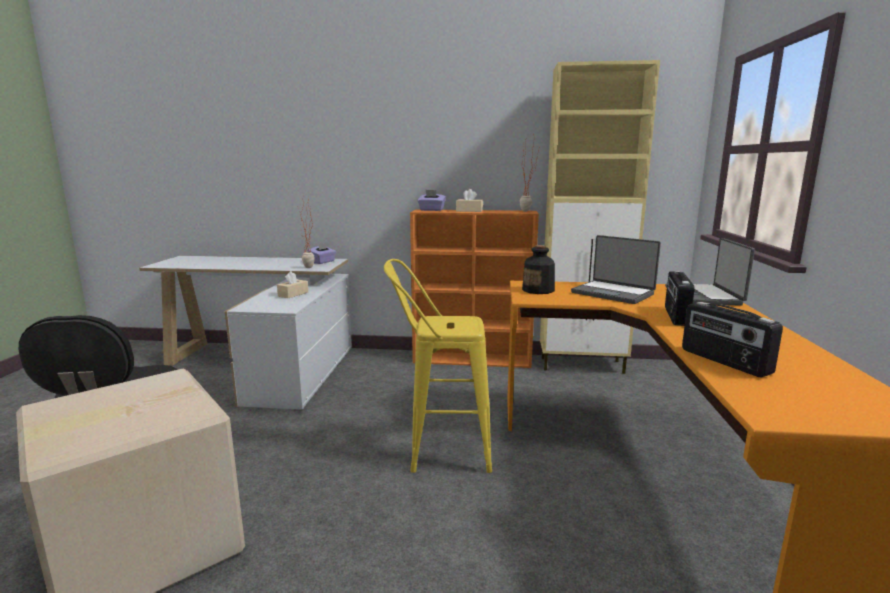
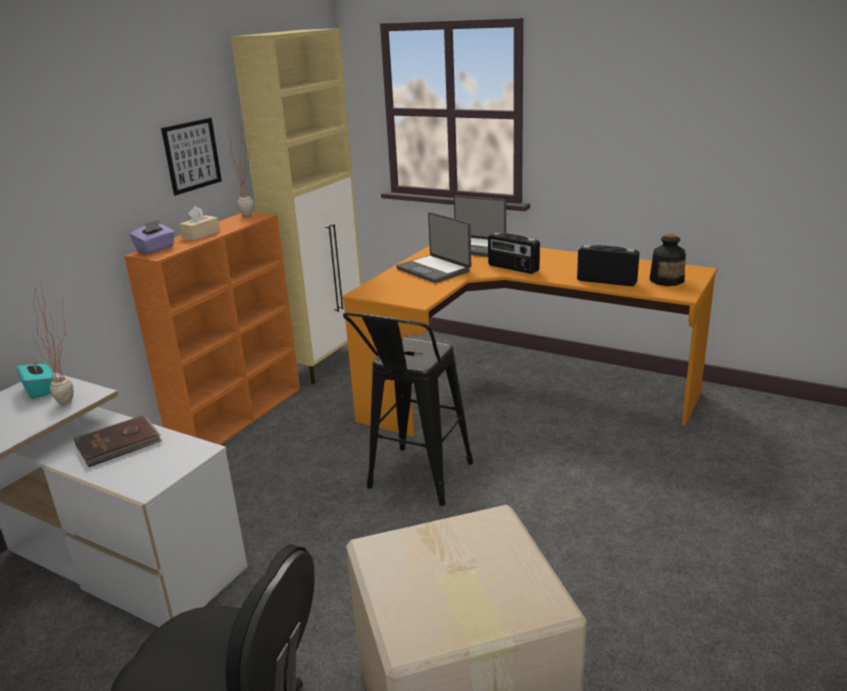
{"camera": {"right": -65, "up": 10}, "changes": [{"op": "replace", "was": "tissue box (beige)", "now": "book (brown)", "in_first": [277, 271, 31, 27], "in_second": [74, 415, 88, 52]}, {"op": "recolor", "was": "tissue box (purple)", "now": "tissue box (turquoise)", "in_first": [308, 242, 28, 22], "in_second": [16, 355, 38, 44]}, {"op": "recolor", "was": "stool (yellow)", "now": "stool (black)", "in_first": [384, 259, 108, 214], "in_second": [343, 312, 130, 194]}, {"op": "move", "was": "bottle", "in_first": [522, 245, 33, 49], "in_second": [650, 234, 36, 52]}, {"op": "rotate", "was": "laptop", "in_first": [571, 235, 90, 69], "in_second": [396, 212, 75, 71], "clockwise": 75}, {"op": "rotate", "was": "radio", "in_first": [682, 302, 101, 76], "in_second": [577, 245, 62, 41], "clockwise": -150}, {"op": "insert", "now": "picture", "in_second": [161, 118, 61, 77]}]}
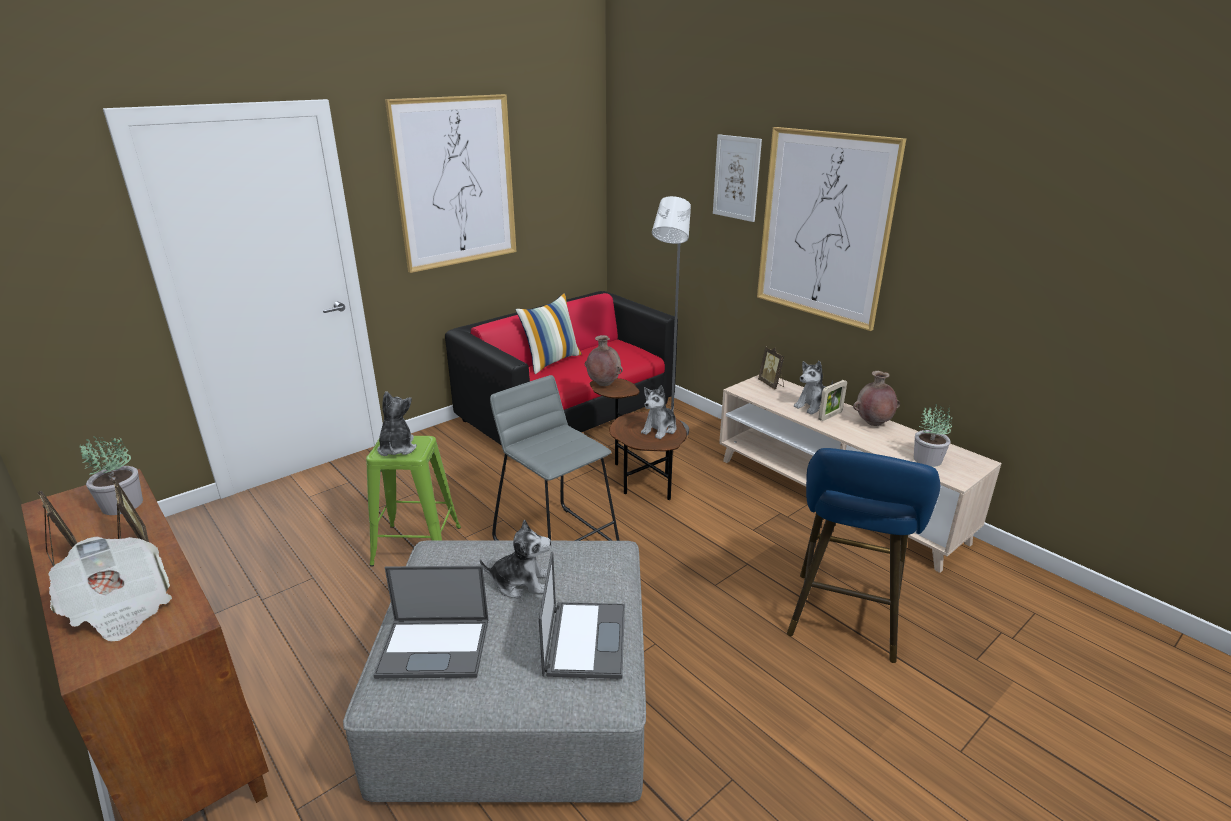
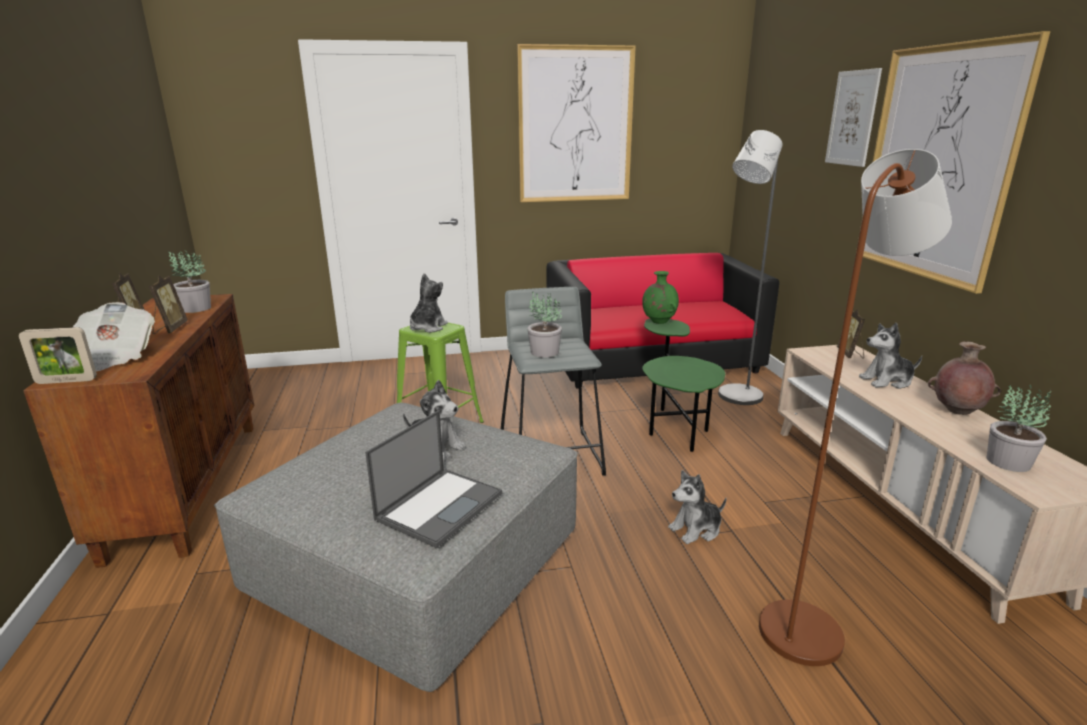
{"camera": {"right": 30, "up": -5}, "changes": [{"op": "delete", "was": "laptop", "in_first": [374, 566, 114, 113]}, {"op": "delete", "was": "pillow", "in_first": [516, 293, 66, 81]}, {"op": "recolor", "was": "vase (brown)", "now": "vase (green)", "in_first": [585, 335, 38, 51], "in_second": [642, 271, 37, 53]}, {"op": "recolor", "was": "side table (brown)", "now": "side table (green)", "in_first": [590, 378, 97, 122], "in_second": [642, 319, 83, 133]}, {"op": "move", "was": "plush toy", "in_first": [641, 386, 36, 53], "in_second": [668, 470, 59, 74]}, {"op": "replace", "was": "stool (blue)", "now": "floor lamp (brown)", "in_first": [787, 448, 153, 215], "in_second": [759, 149, 193, 517]}, {"op": "move", "was": "picture frame", "in_first": [818, 380, 29, 41], "in_second": [19, 327, 78, 57]}, {"op": "insert", "now": "potted plant", "in_second": [527, 292, 35, 66]}]}
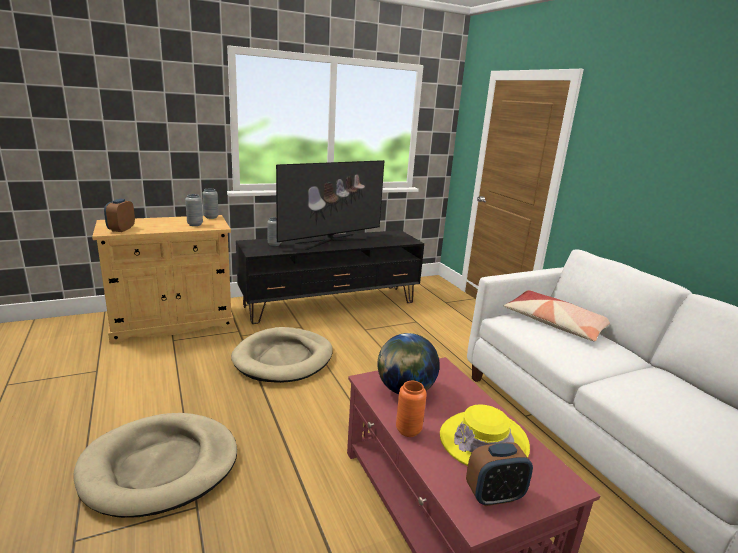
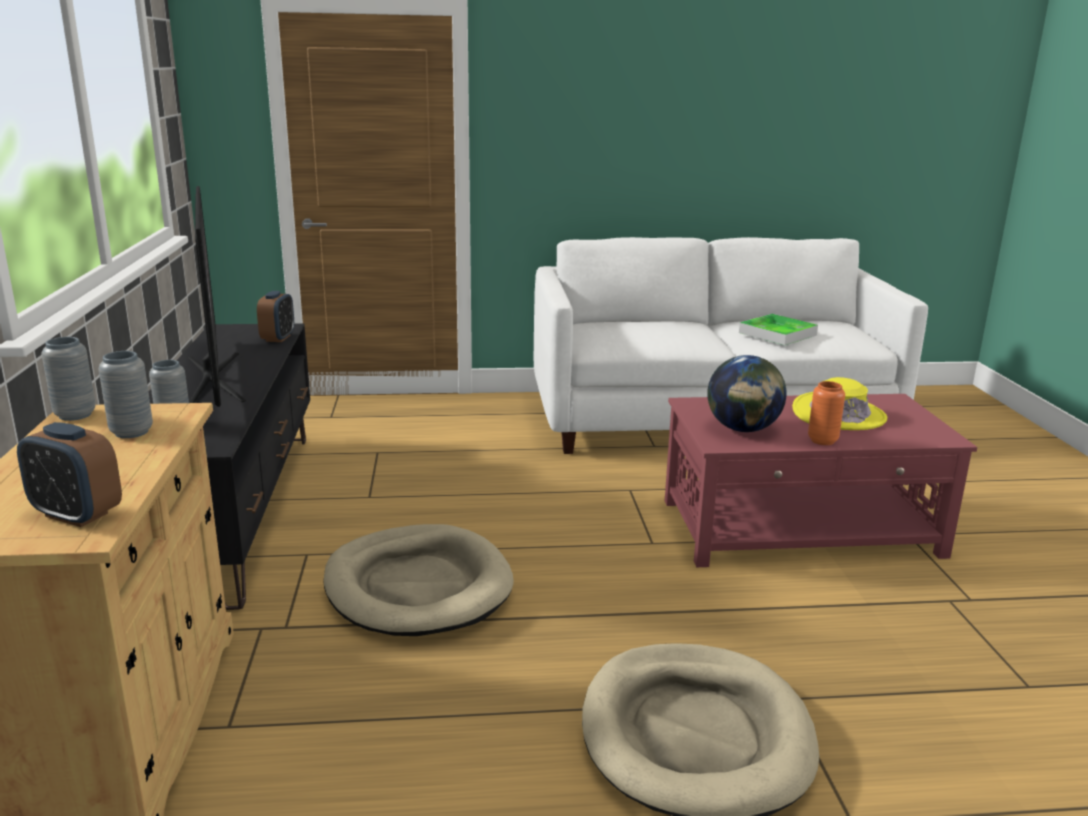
{"camera": {"right": -70, "up": 0}, "changes": [{"op": "move", "was": "alarm clock", "in_first": [466, 442, 67, 64], "in_second": [257, 291, 37, 51]}, {"op": "delete", "was": "pillow", "in_first": [504, 290, 106, 51]}, {"op": "insert", "now": "tray", "in_second": [739, 314, 79, 31]}]}
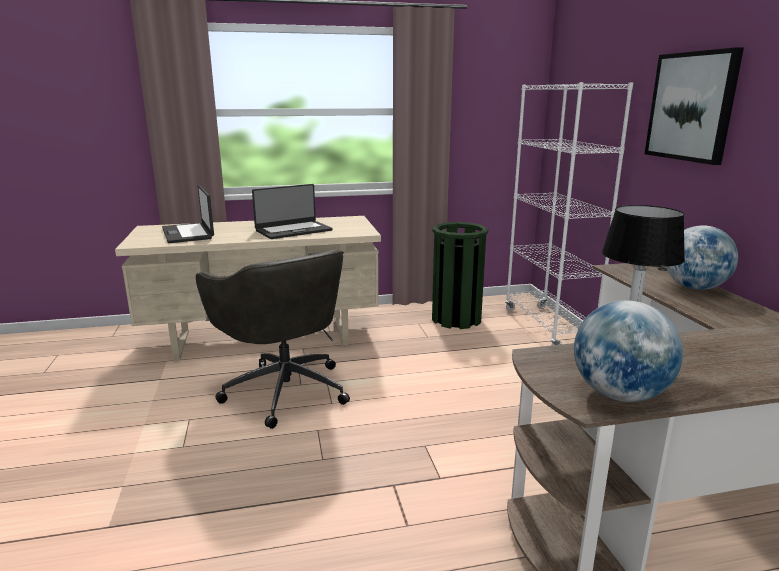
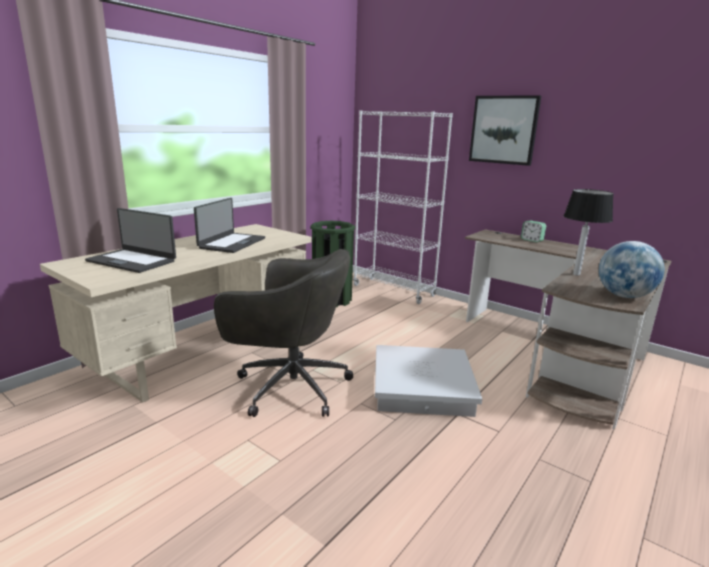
{"camera": {"right": -40, "up": 0}, "changes": [{"op": "replace", "was": "globe", "now": "alarm clock", "in_first": [666, 225, 72, 65], "in_second": [521, 221, 25, 21]}, {"op": "insert", "now": "storage box (white)", "in_second": [375, 345, 107, 72]}]}
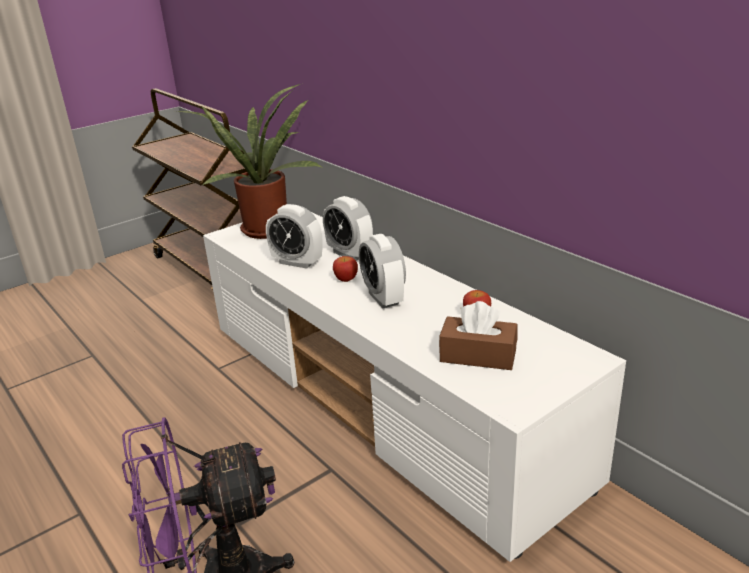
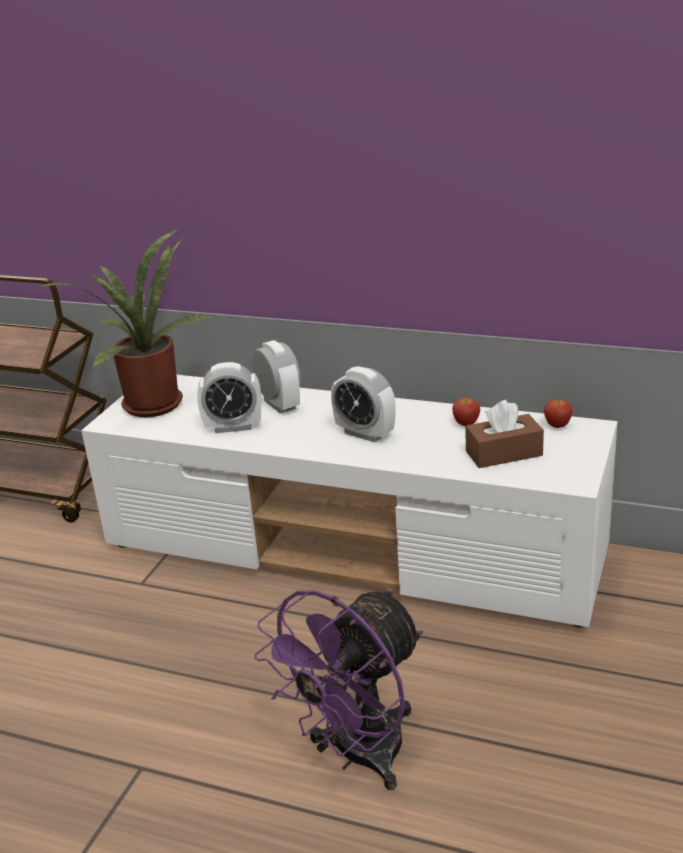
{"camera": {"right": -30, "up": 0}, "changes": [{"op": "rotate", "was": "alarm clock", "in_first": [323, 196, 50, 65], "in_second": [252, 340, 49, 73], "clockwise": -135}, {"op": "move", "was": "apple", "in_first": [333, 256, 25, 26], "in_second": [544, 399, 29, 29]}]}
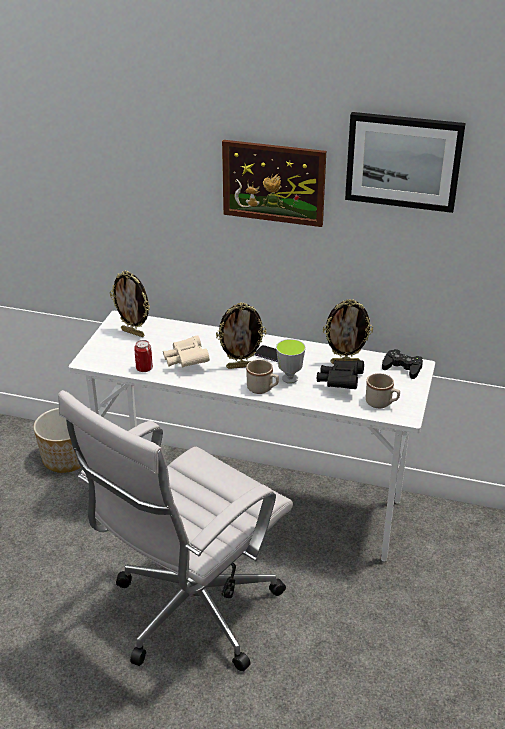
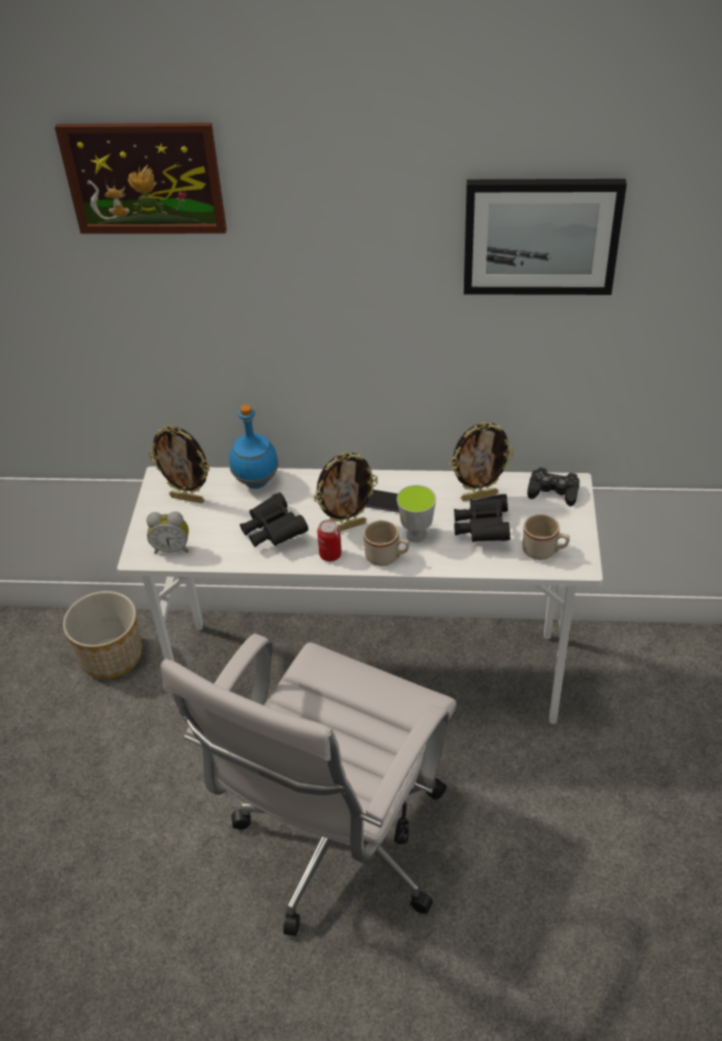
{"camera": {"right": -10, "up": 10}, "changes": [{"op": "move", "was": "can", "in_first": [134, 340, 19, 32], "in_second": [317, 520, 25, 41]}, {"op": "recolor", "was": "binoculars (beige)", "now": "binoculars (black)", "in_first": [163, 335, 47, 32], "in_second": [240, 492, 68, 55]}, {"op": "move", "was": "picture", "in_first": [222, 140, 104, 87], "in_second": [55, 123, 172, 111]}, {"op": "insert", "now": "alarm clock", "in_second": [146, 511, 43, 43]}, {"op": "insert", "now": "bottle (blue)", "in_second": [229, 404, 50, 85]}]}
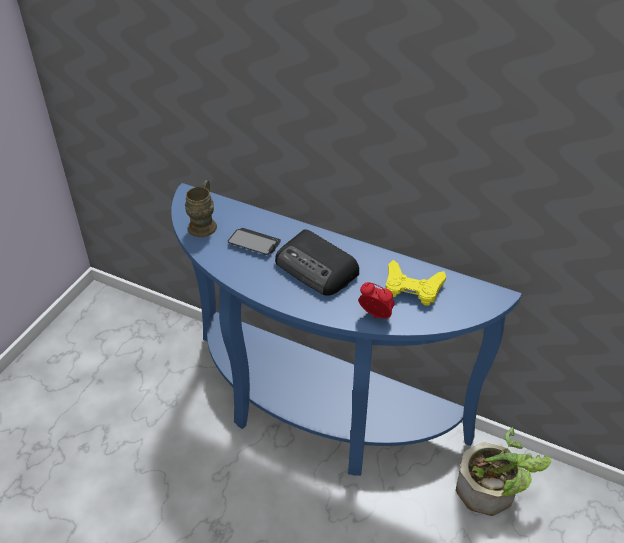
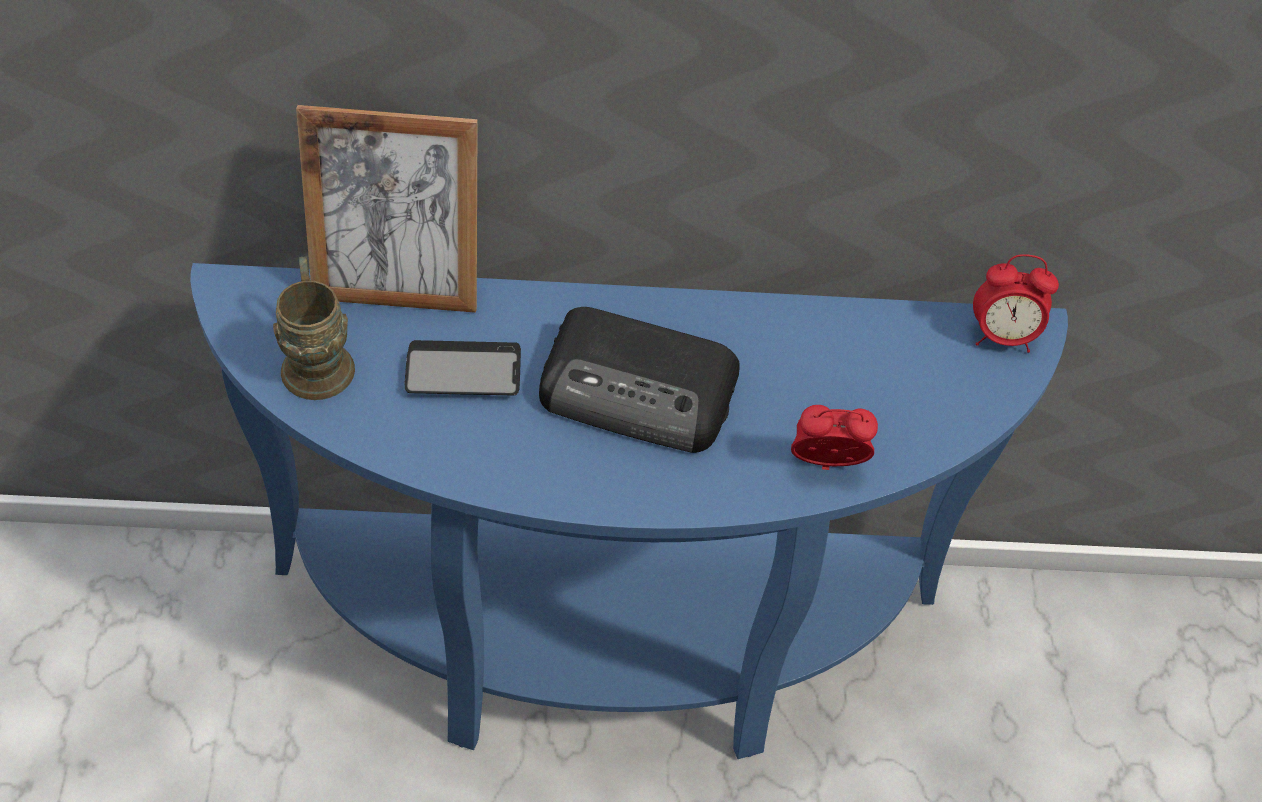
{"camera": {"right": -30, "up": 10}, "changes": [{"op": "delete", "was": "game controller (yellow)", "in_first": [385, 260, 61, 46]}, {"op": "delete", "was": "potted plant", "in_first": [456, 427, 95, 89]}, {"op": "insert", "now": "picture frame", "in_second": [296, 105, 182, 208]}, {"op": "insert", "now": "alarm clock", "in_second": [973, 254, 86, 99]}]}
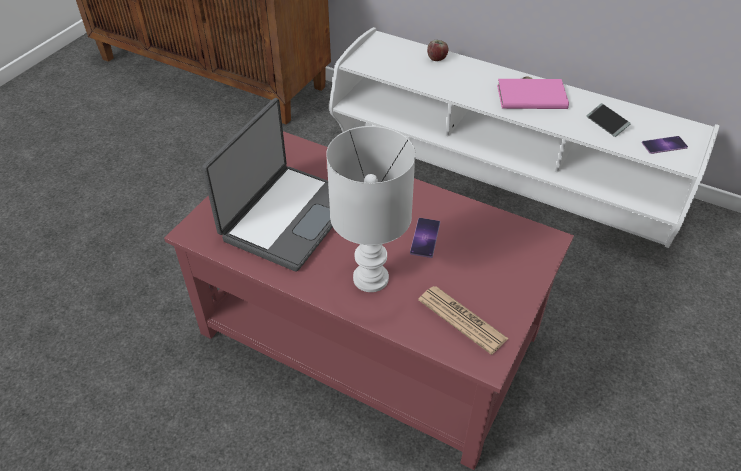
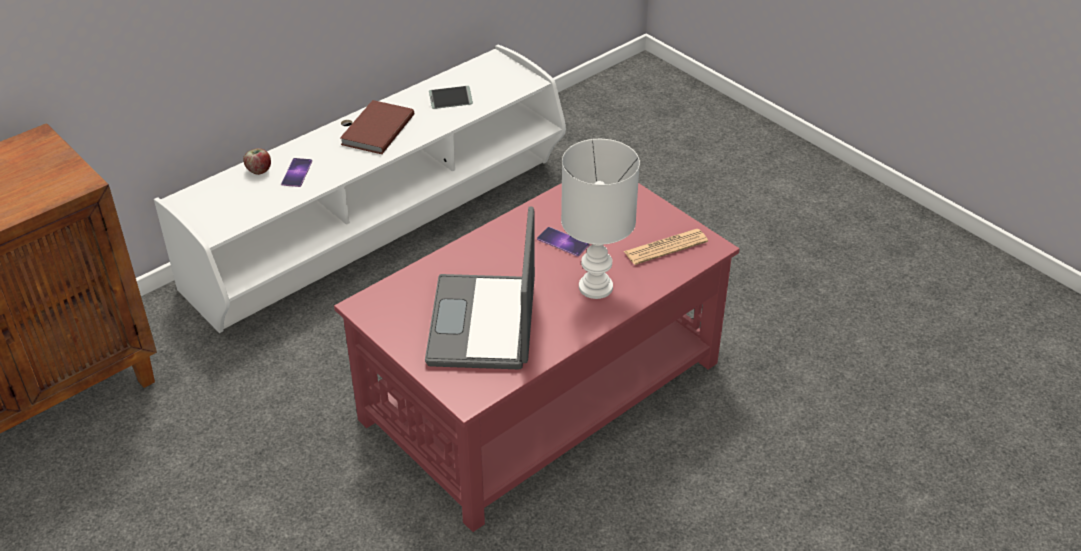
{"camera": {"right": -70, "up": -5}, "changes": [{"op": "rotate", "was": "laptop", "in_first": [202, 98, 131, 174], "in_second": [425, 207, 110, 162], "clockwise": -135}, {"op": "recolor", "was": "book (pink)", "now": "book (brown)", "in_first": [497, 79, 72, 30], "in_second": [340, 100, 74, 54]}, {"op": "move", "was": "phone", "in_first": [642, 136, 46, 18], "in_second": [281, 158, 31, 29]}]}
